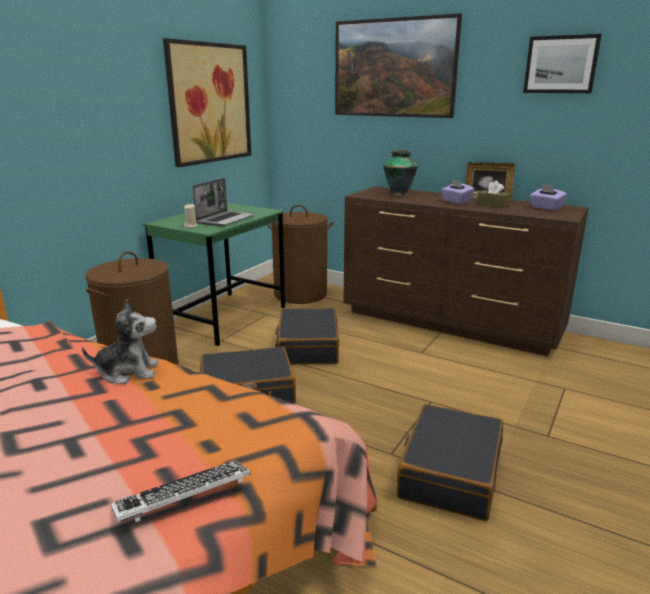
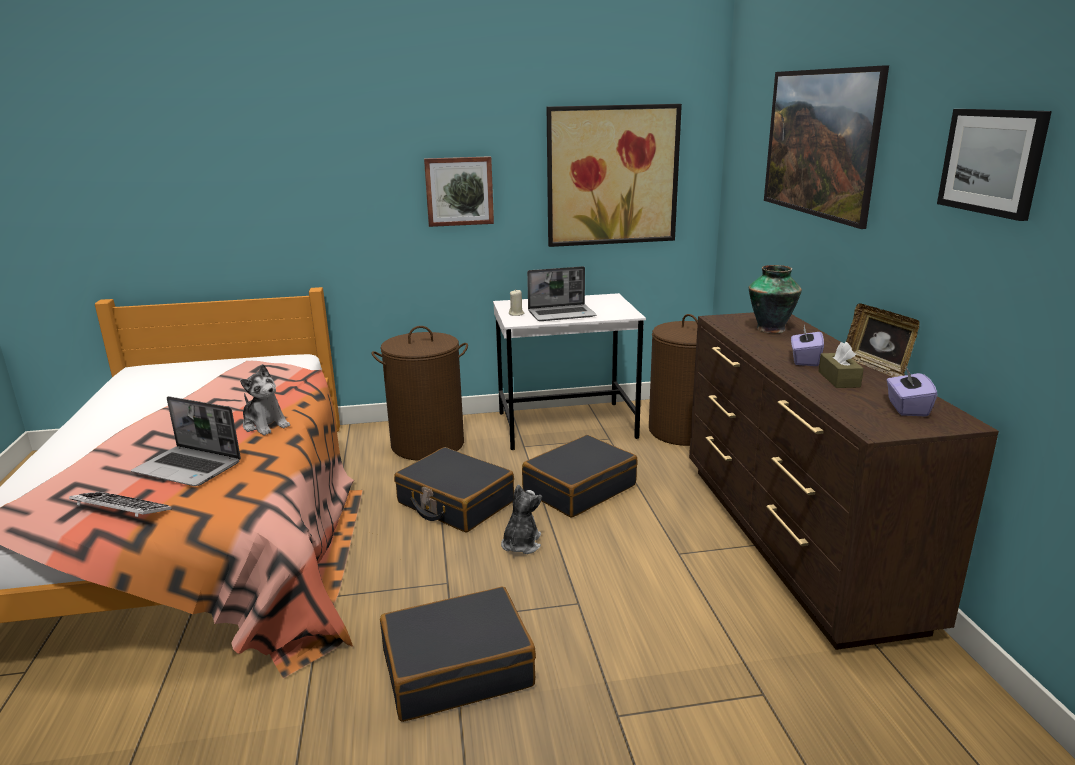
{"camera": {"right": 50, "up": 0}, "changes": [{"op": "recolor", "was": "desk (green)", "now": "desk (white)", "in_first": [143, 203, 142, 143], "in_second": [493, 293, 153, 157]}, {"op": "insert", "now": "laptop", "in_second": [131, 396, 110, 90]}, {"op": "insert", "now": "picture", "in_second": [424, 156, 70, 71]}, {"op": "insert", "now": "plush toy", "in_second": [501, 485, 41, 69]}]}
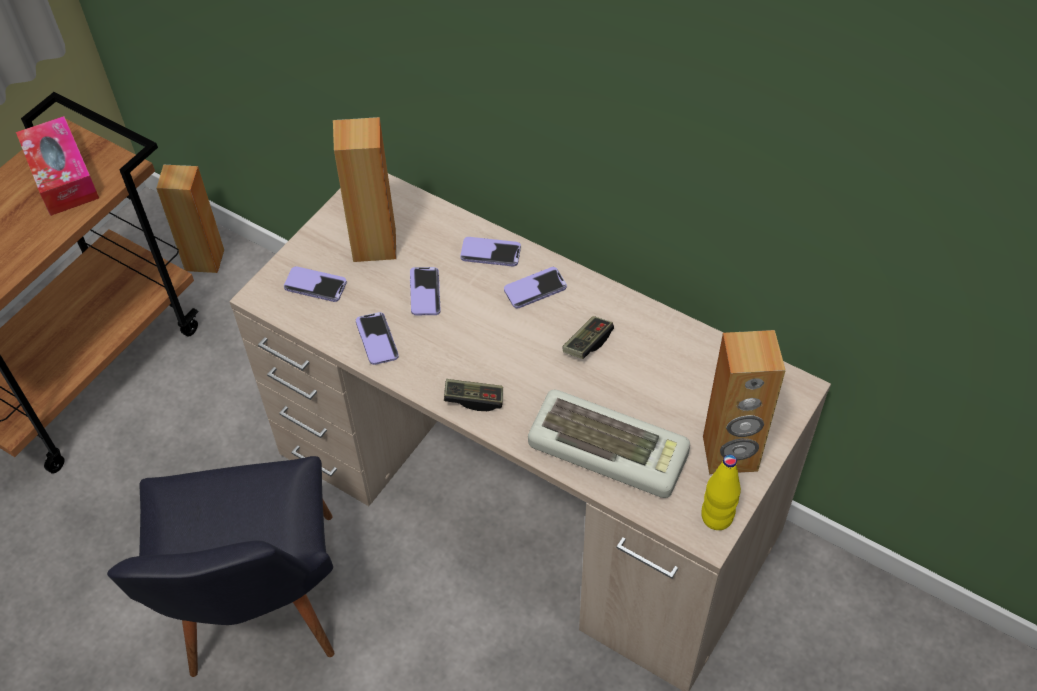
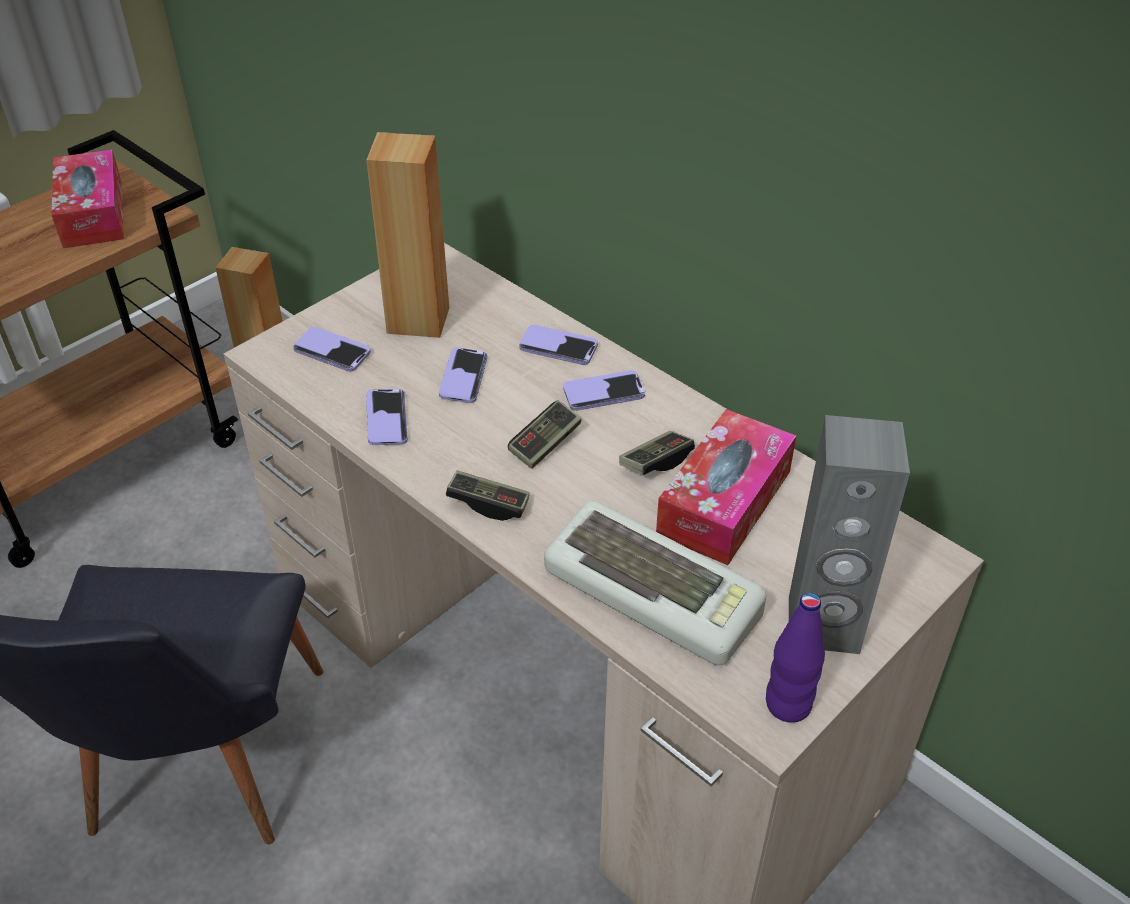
{"camera": {"right": 10, "up": -10}, "changes": [{"op": "recolor", "was": "bottle (yellow)", "now": "bottle (purple)", "in_first": [702, 455, 39, 75], "in_second": [766, 593, 59, 130]}, {"op": "recolor", "was": "speaker (brown)", "now": "speaker (grey)", "in_first": [703, 330, 83, 144], "in_second": [789, 415, 121, 239]}, {"op": "insert", "now": "game controller", "in_second": [508, 400, 73, 69]}, {"op": "insert", "now": "tissue box", "in_second": [656, 409, 140, 156]}]}
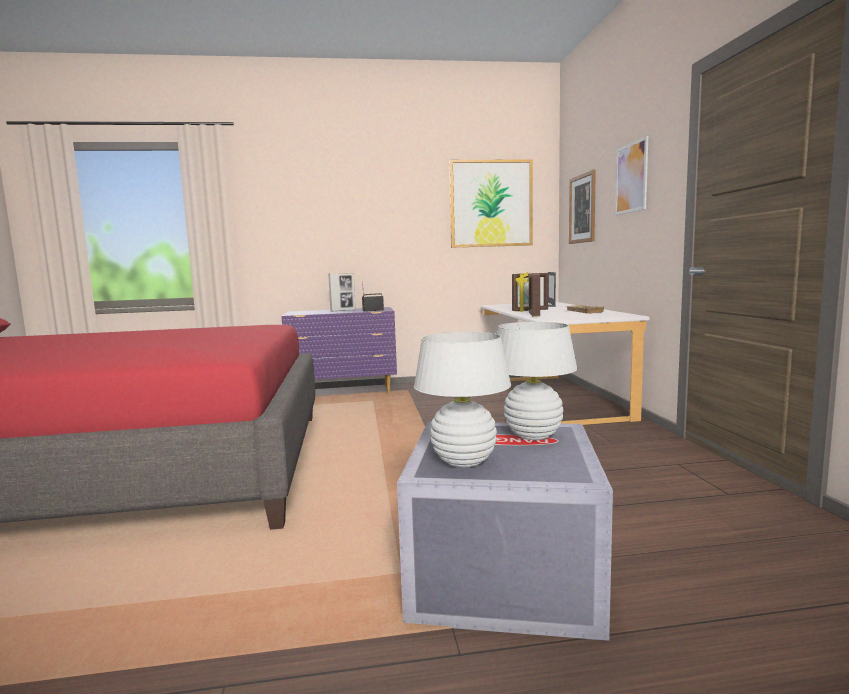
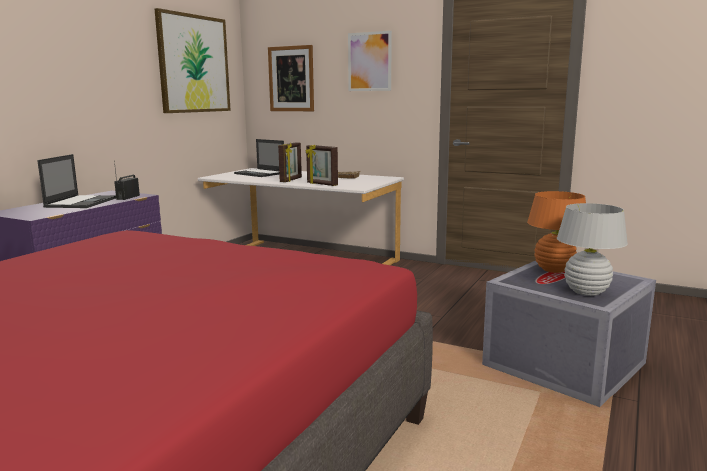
{"camera": {"right": -55, "up": 5}, "changes": [{"op": "replace", "was": "picture frame", "now": "laptop", "in_first": [328, 273, 28, 39], "in_second": [37, 154, 79, 54]}, {"op": "recolor", "was": "table lamp (white)", "now": "table lamp (orange)", "in_first": [497, 322, 80, 118], "in_second": [527, 191, 59, 82]}]}
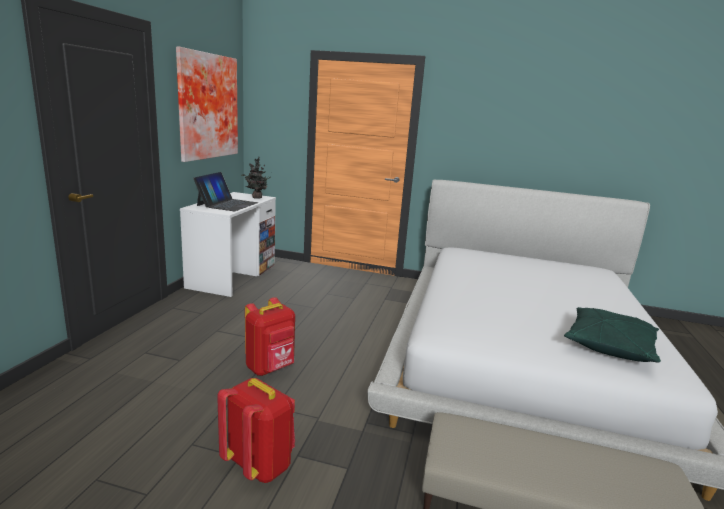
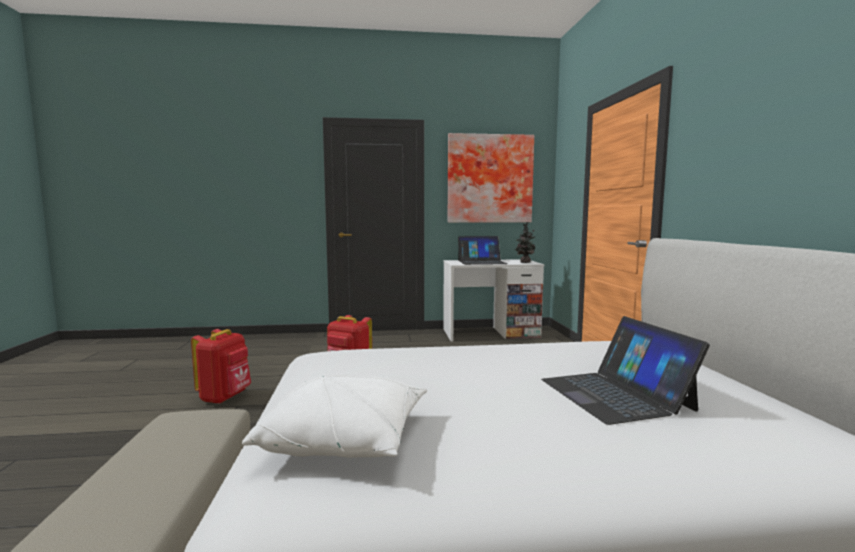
{"camera": {"right": 70, "up": -10}, "changes": [{"op": "recolor", "was": "pillow (green)", "now": "pillow (white)", "in_first": [564, 307, 97, 55], "in_second": [242, 375, 185, 83]}, {"op": "insert", "now": "laptop", "in_second": [541, 316, 169, 109]}]}
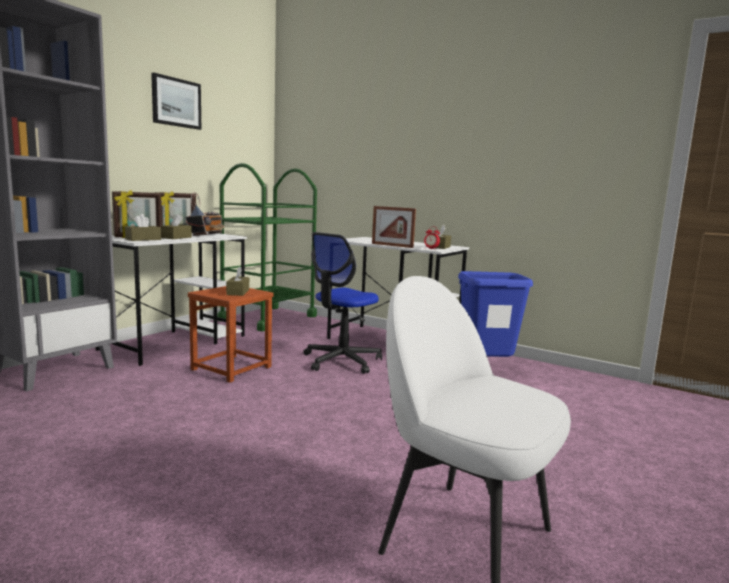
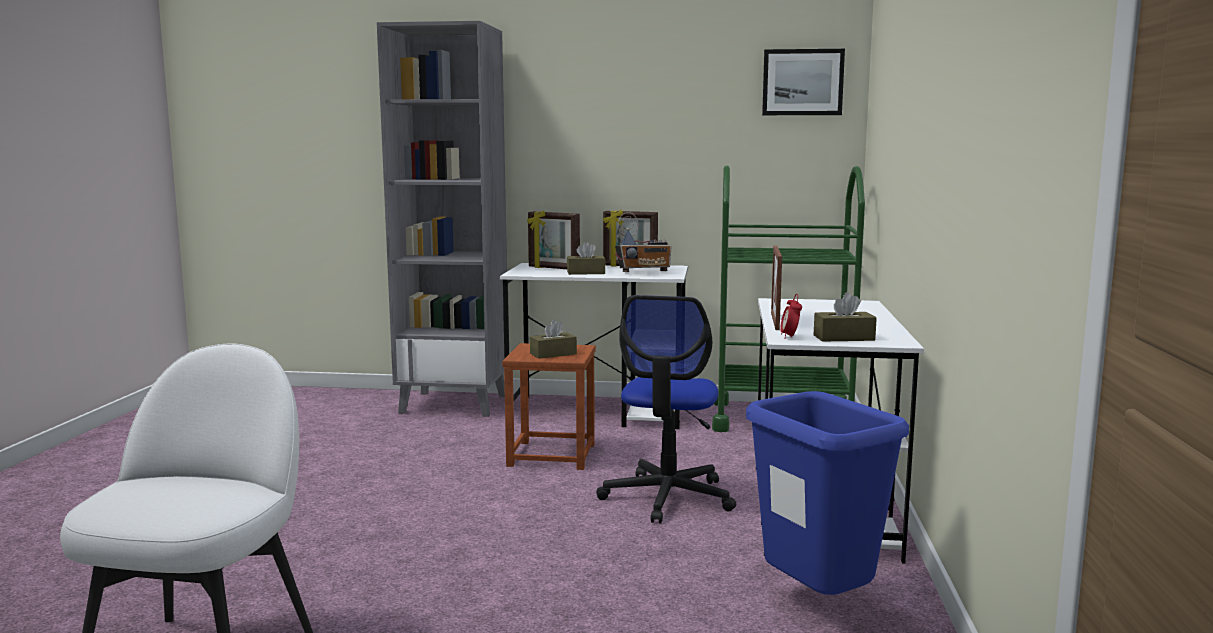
{"camera": {"right": 65, "up": 0}, "changes": [{"op": "delete", "was": "tissue box (brown)", "in_first": [125, 214, 36, 27]}, {"op": "move", "was": "picture", "in_first": [151, 73, 50, 57], "in_second": [762, 49, 83, 66]}, {"op": "rotate", "was": "office chair", "in_first": [303, 232, 79, 142], "in_second": [596, 295, 140, 229], "clockwise": -90}]}
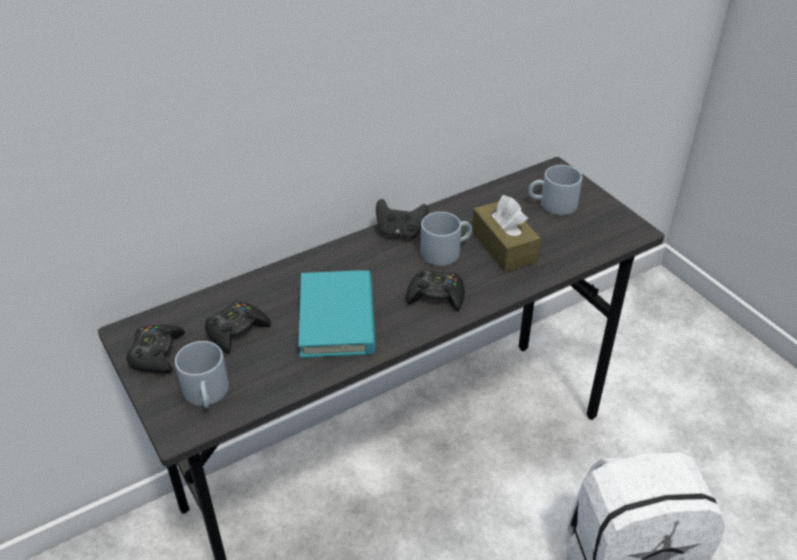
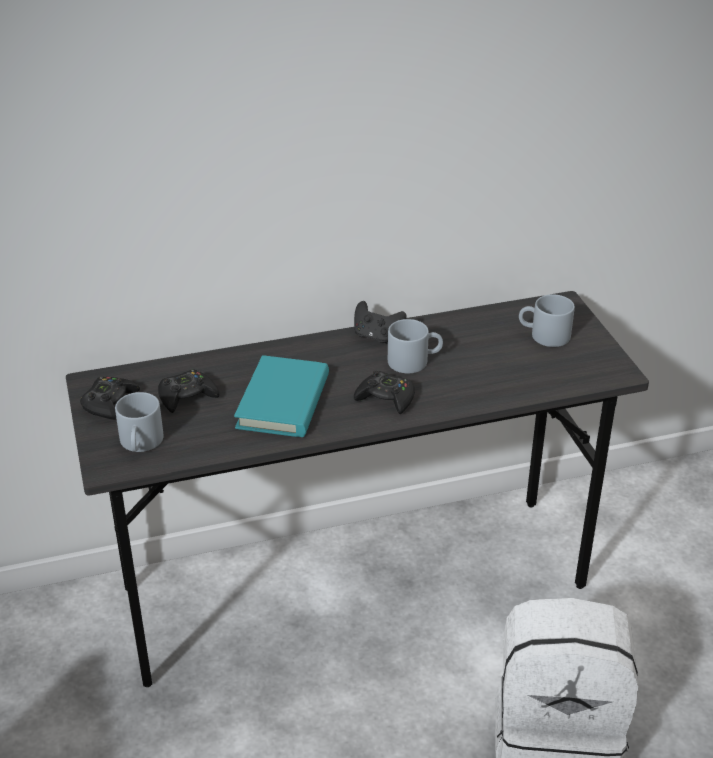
{"camera": {"right": 15, "up": -5}, "changes": [{"op": "delete", "was": "tissue box (brown)", "in_first": [472, 195, 69, 77]}]}
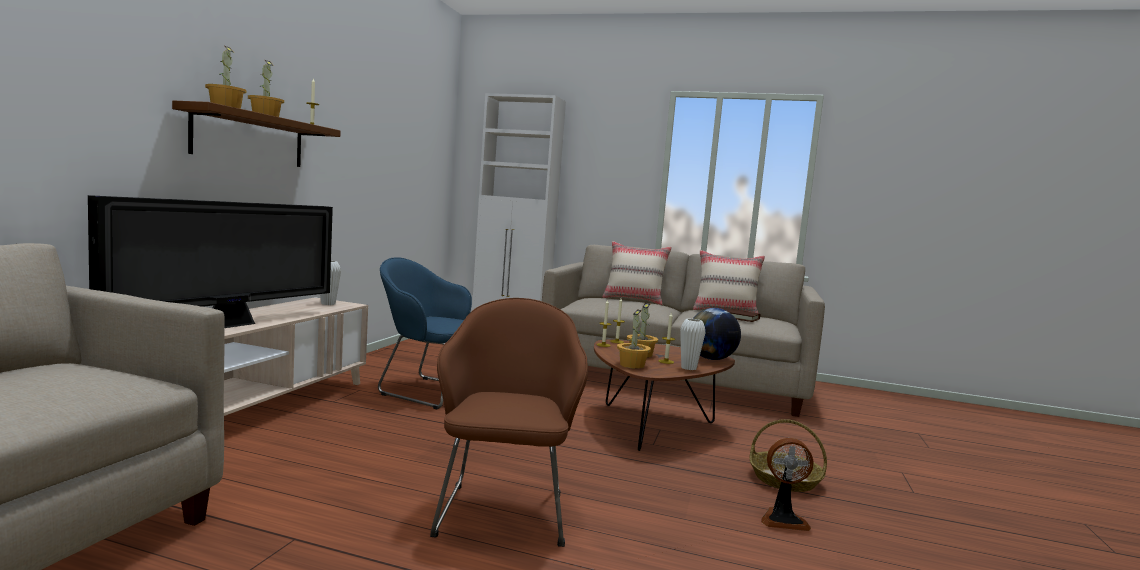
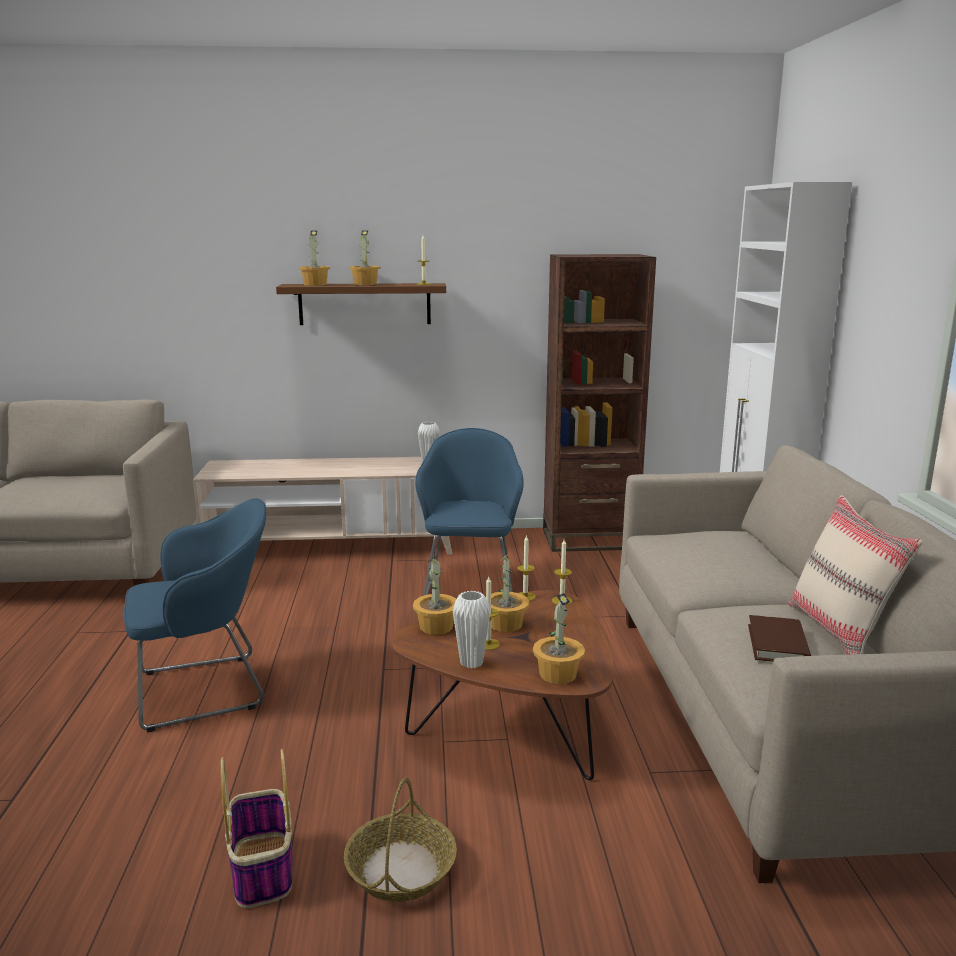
{"camera": {"right": 70, "up": 10}, "changes": [{"op": "delete", "was": "television", "in_first": [88, 195, 245, 133]}, {"op": "recolor", "was": "armchair (brown)", "now": "armchair (blue)", "in_first": [430, 298, 158, 249], "in_second": [124, 498, 142, 234]}, {"op": "delete", "was": "pillow (beige)", "in_first": [602, 241, 70, 64]}, {"op": "replace", "was": "globe", "now": "potted plant", "in_first": [693, 308, 48, 52], "in_second": [533, 593, 52, 91]}, {"op": "replace", "was": "fan", "now": "basket", "in_first": [761, 438, 53, 93], "in_second": [221, 749, 71, 159]}, {"op": "insert", "now": "bookcase (brown)", "in_second": [543, 254, 113, 298]}]}
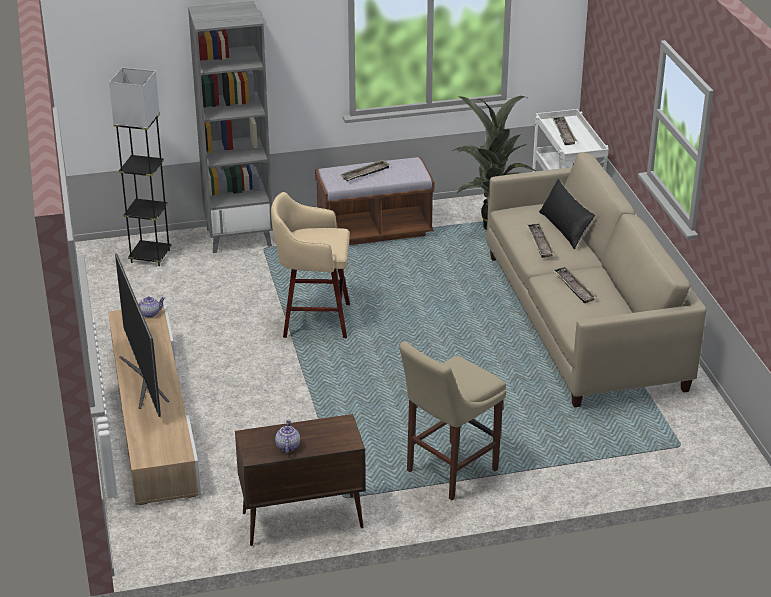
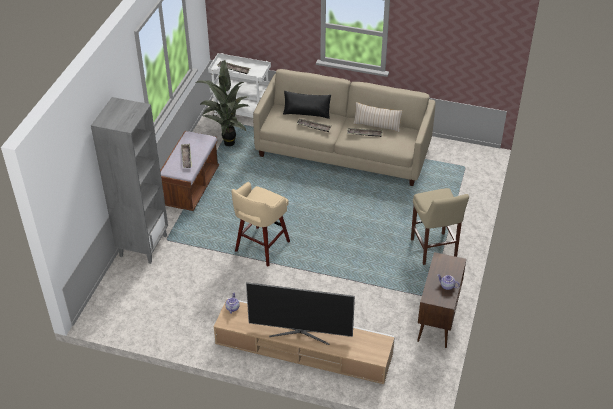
{"camera": {"right": -60, "up": 10}, "changes": [{"op": "delete", "was": "floor lamp (grey)", "in_first": [109, 67, 63, 199]}, {"op": "insert", "now": "pillow (beige)", "in_second": [353, 102, 50, 30]}]}
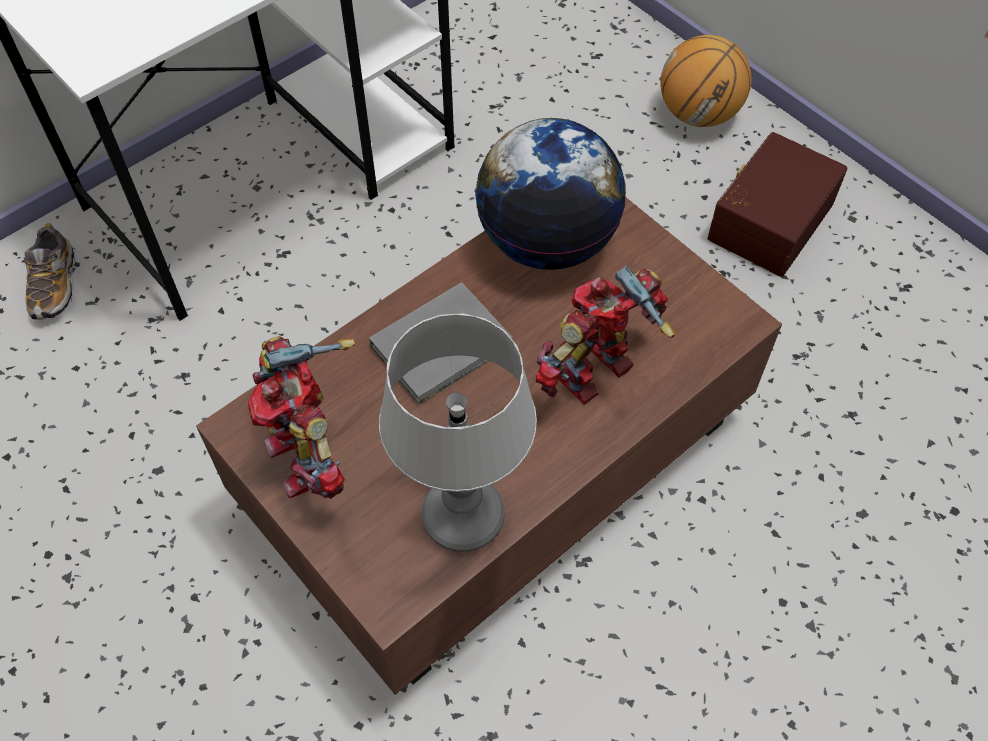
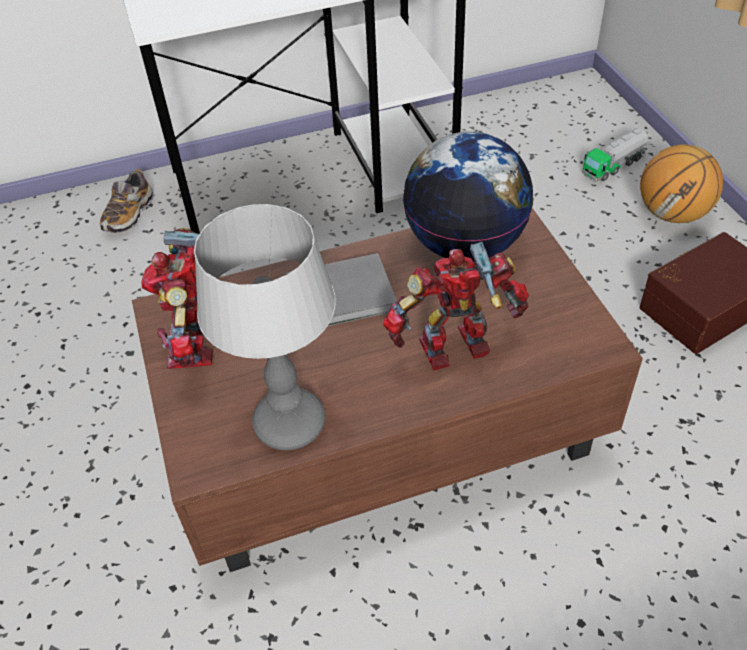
{"camera": {"right": 25, "up": -10}, "changes": [{"op": "insert", "now": "toy truck", "in_second": [582, 128, 67, 54]}]}
